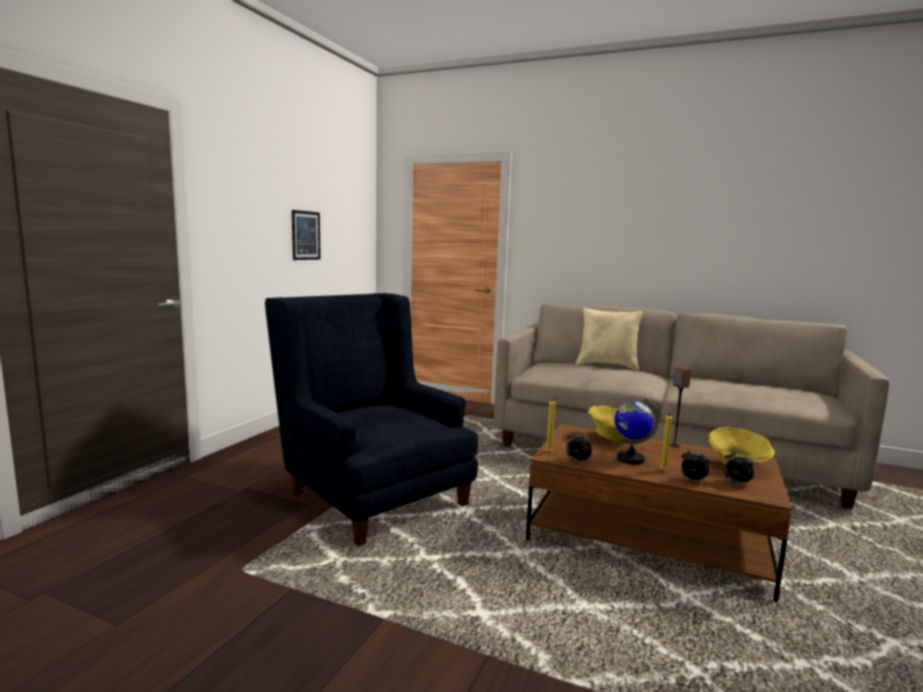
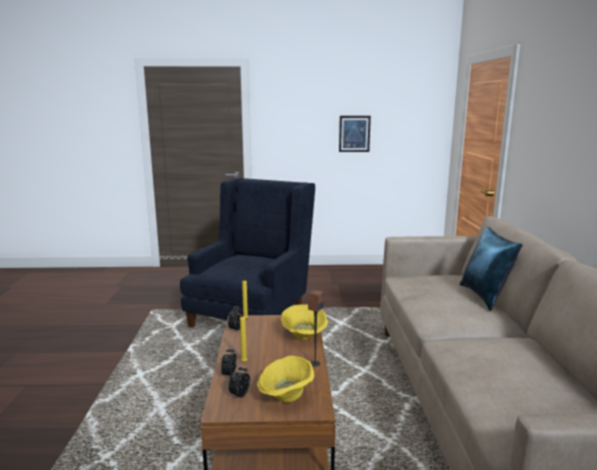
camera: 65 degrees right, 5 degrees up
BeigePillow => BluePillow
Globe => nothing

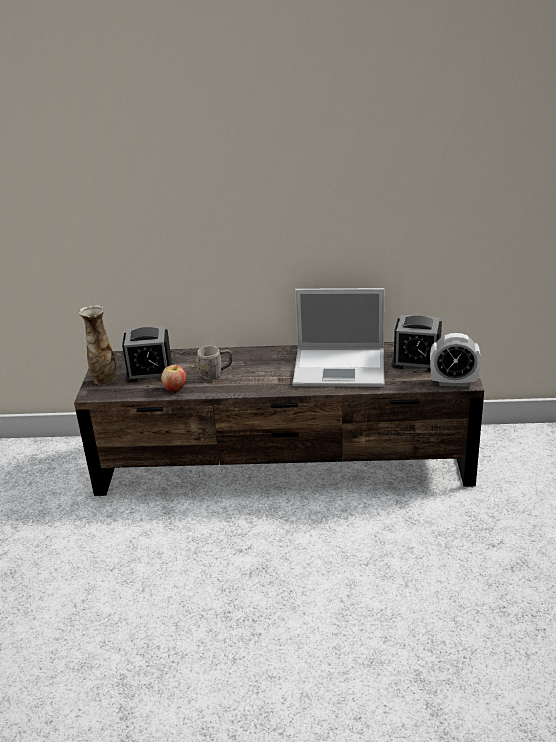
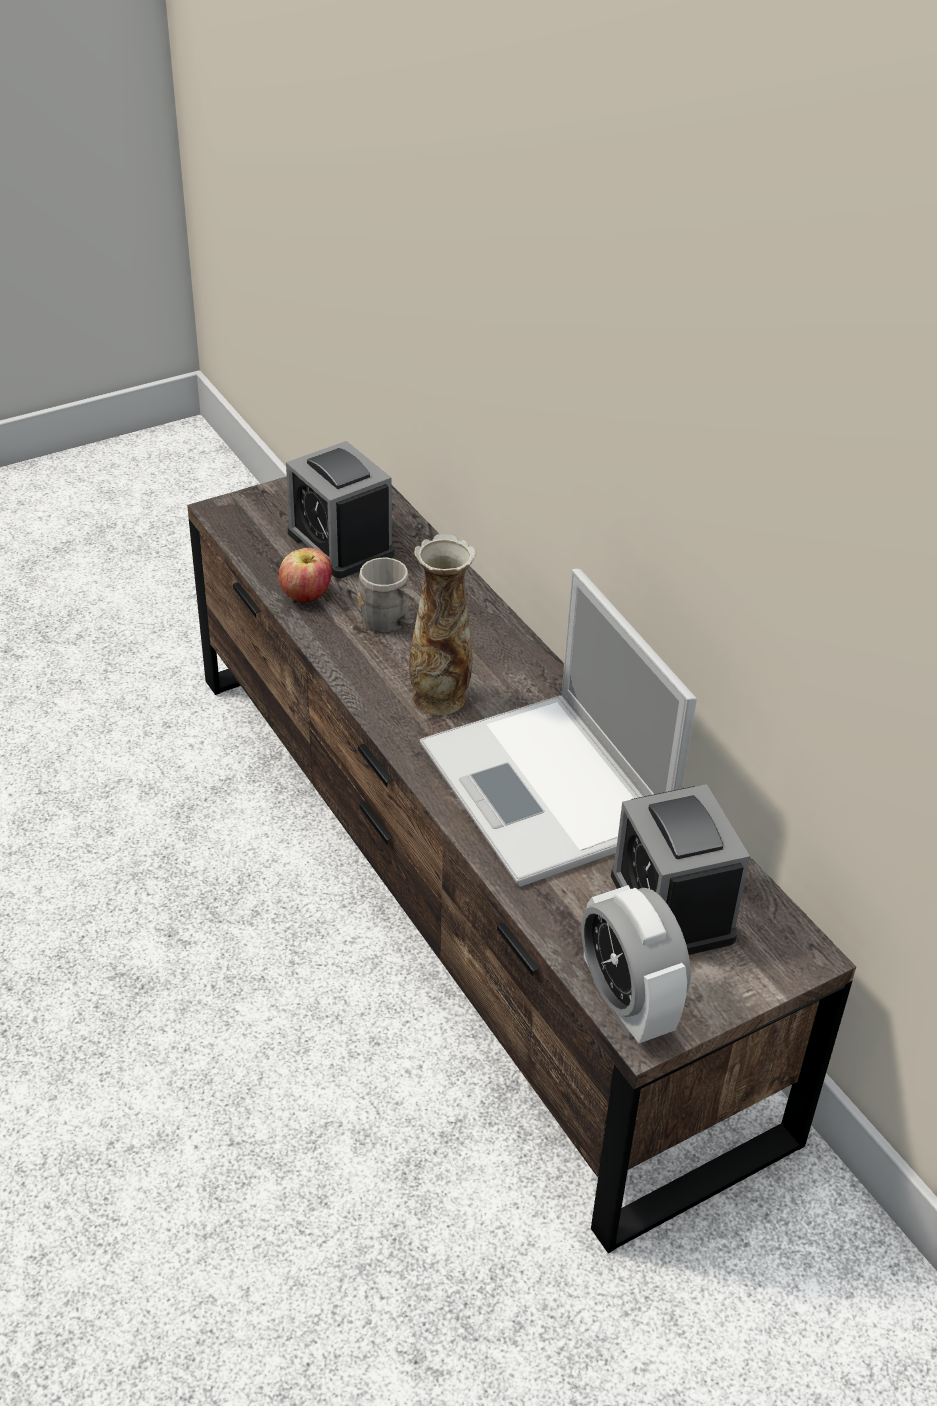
camera: 55 degrees right, 10 degrees up
Vase, moved

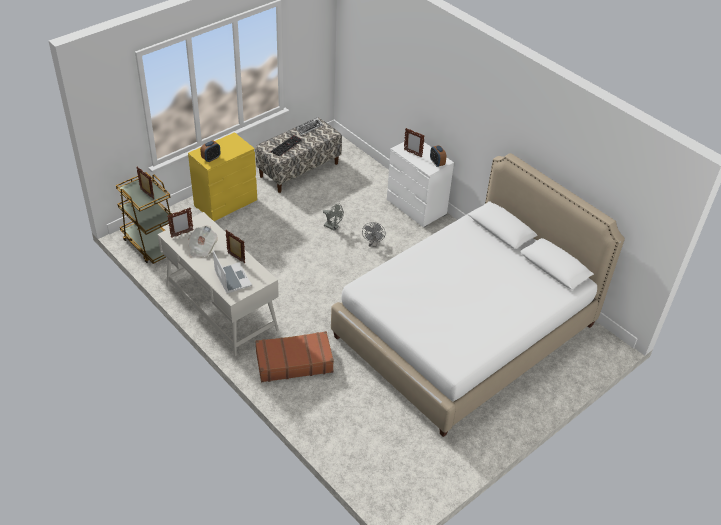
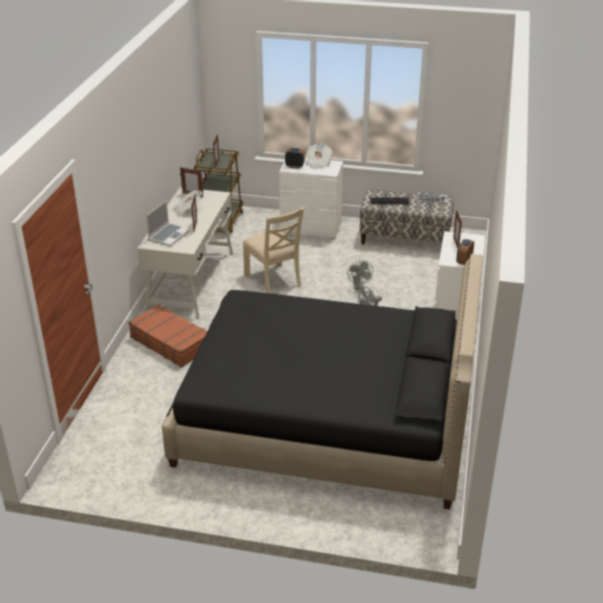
camera: 55 degrees right, 10 degrees down
YellowDresser => WhiteDresser (1st from left)
WhiteBed => BlackBed
nothing => BeigeChair
nothing => Newspaper (2nd from left)

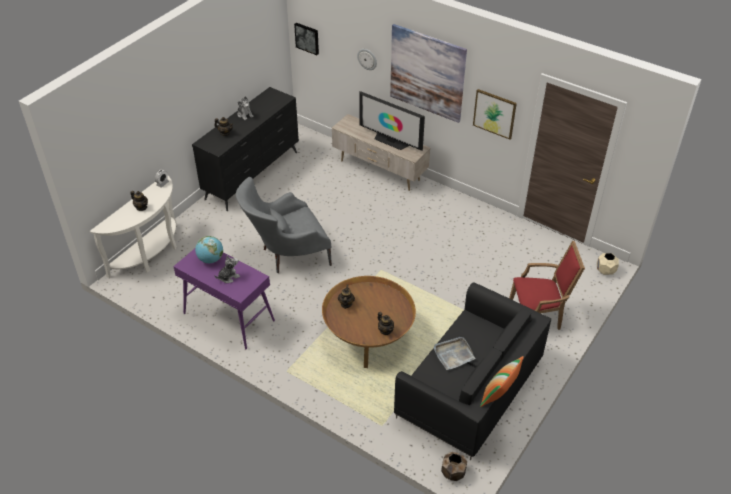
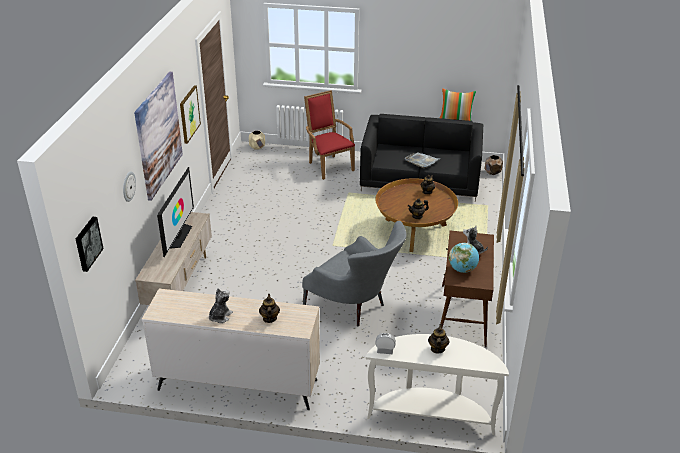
camera: 115 degrees left, 10 degrees down
PurpleConsoleTable => BrownConsoleTable
BlackDresser => BeigeDresser

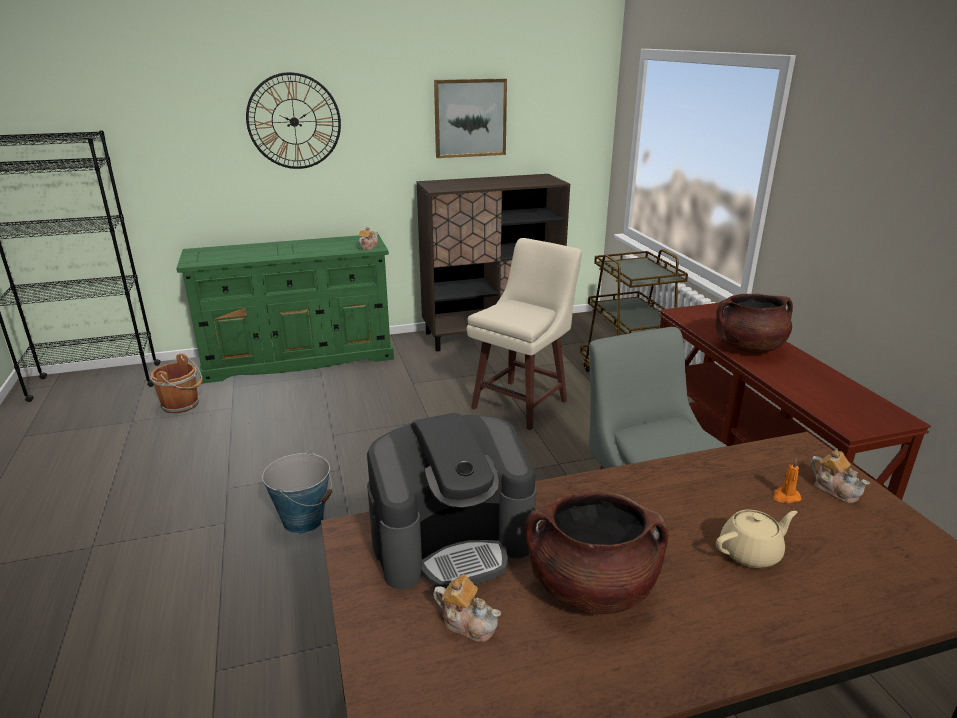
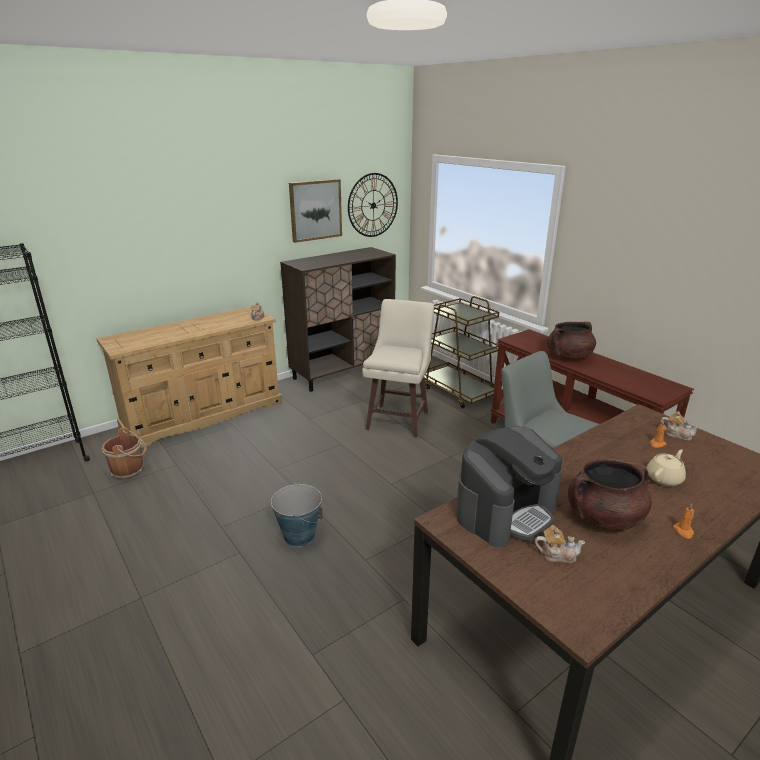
camera: 20 degrees left, 0 degrees up
GreenDresser => BeigeDresser
WallClock, moved
nothing => OrangeCandle (2nd from left)

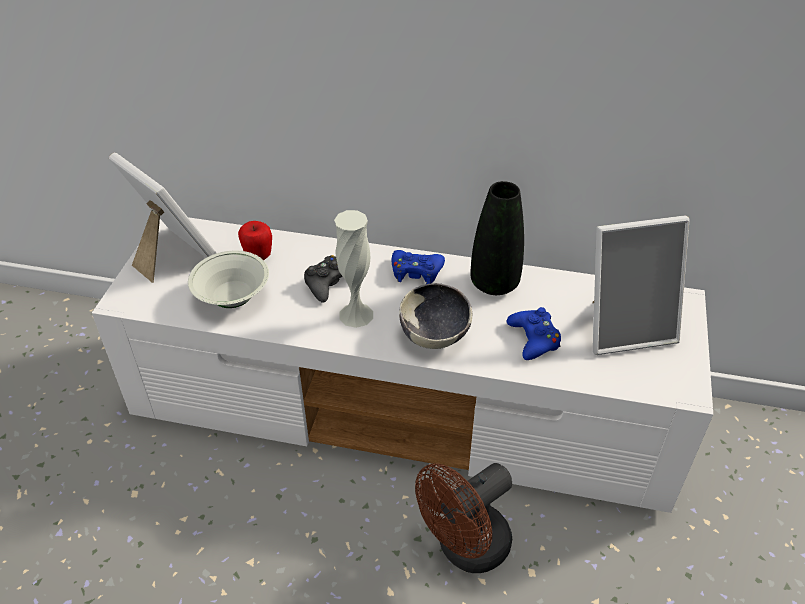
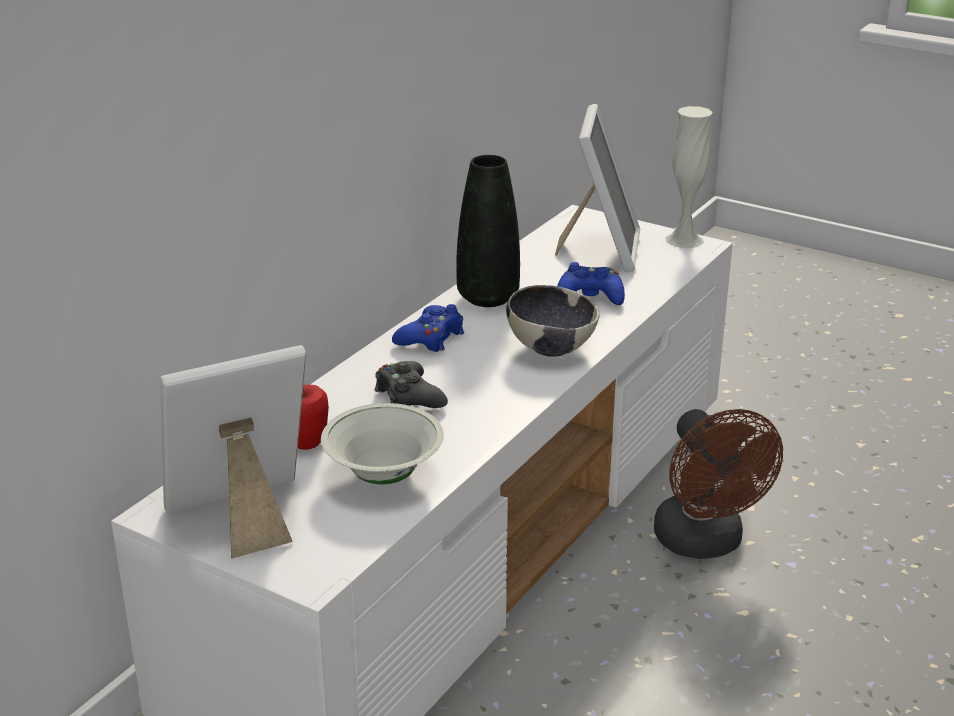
camera: 70 degrees left, 15 degrees down
WhiteVase, moved

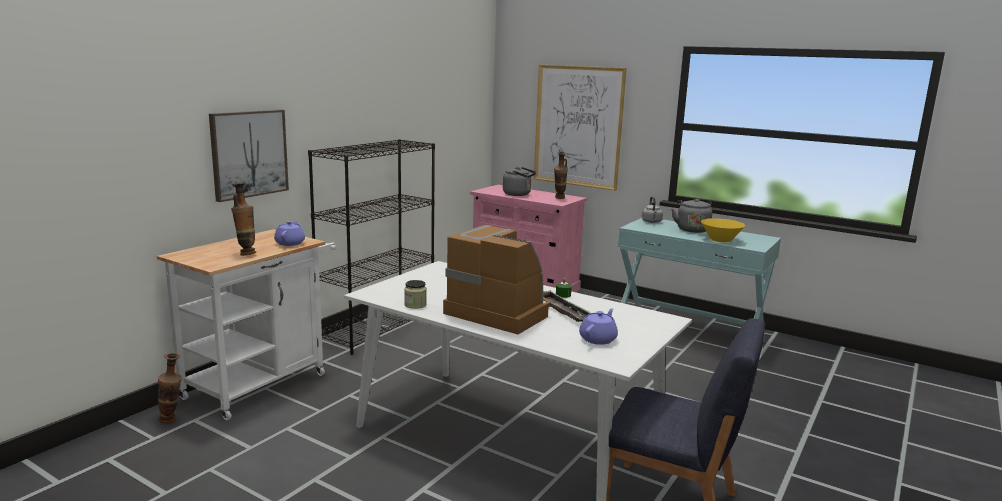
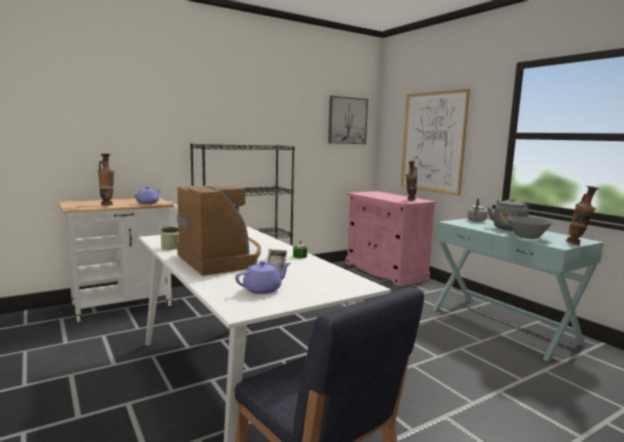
camera: 25 degrees right, 5 degrees down
Vase (1st from left in the first image) => Vase (3rd from left), moved
Picture (1st from left), moved
GreyKettle (1st from left) => nothing
YellowBowl => GreyBowl

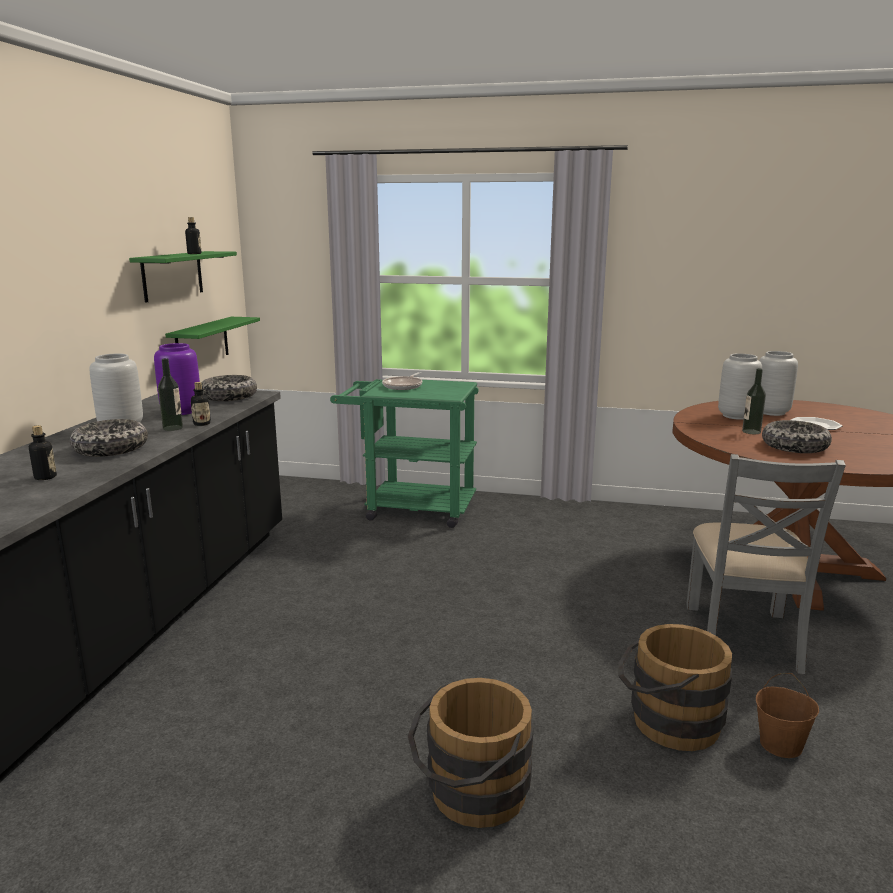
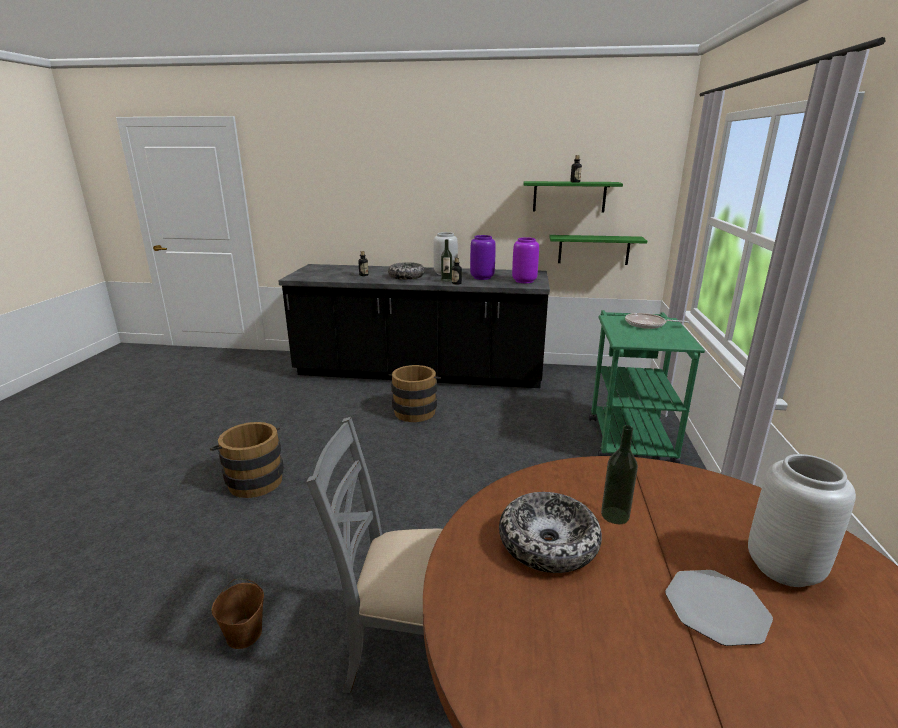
camera: 85 degrees right, 5 degrees up
Bowl (2nd from left) => PurpleVase (2nd from left)
BrownBucket (2nd from left in the first image) => BrownBucket (3rd from left), moved
GreyVase (2nd from left) => nothing

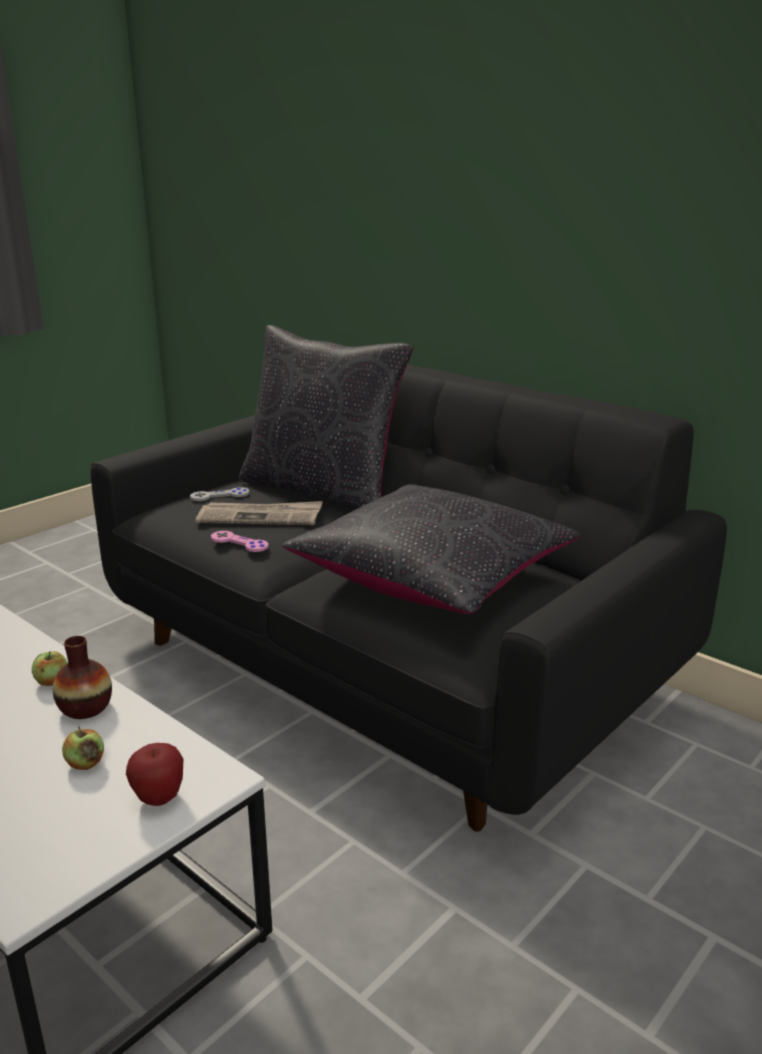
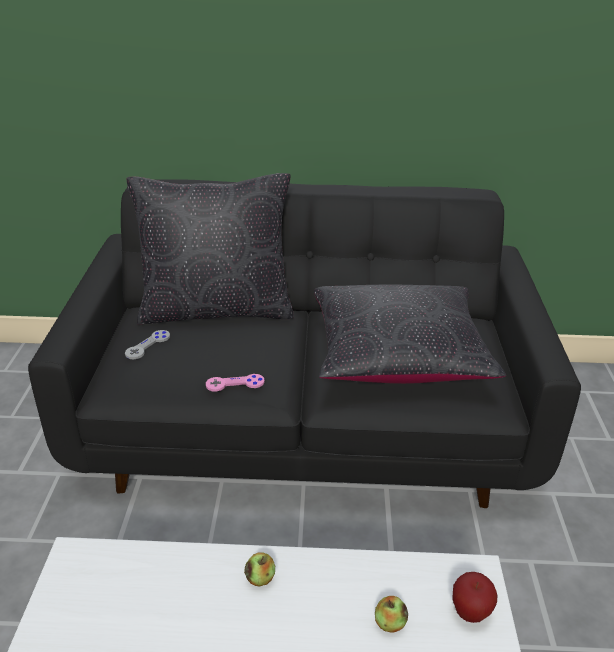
camera: 40 degrees left, 10 degrees up
Vase => nothing
Newspaper => nothing

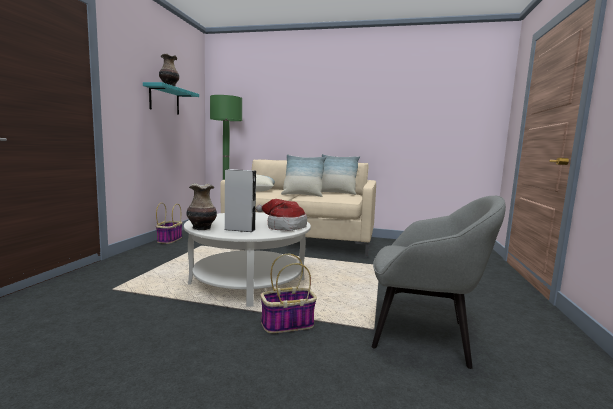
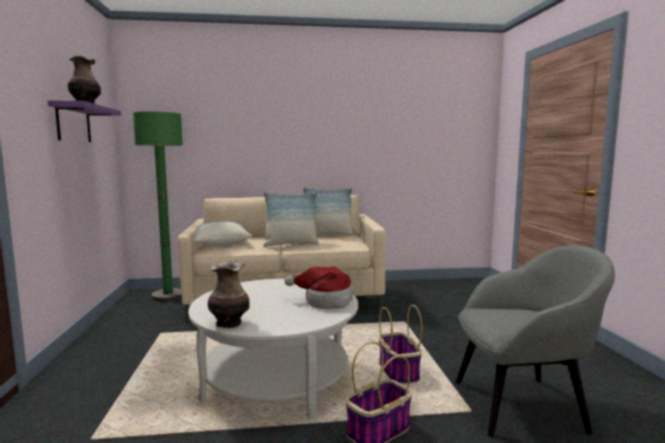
camera: 20 degrees left, 0 degrees up
TurquoiseShelf => PurpleShelf
Basket (1st from left in the first image) => Basket (2nd from left), moved
GreySpeaker => nothing

